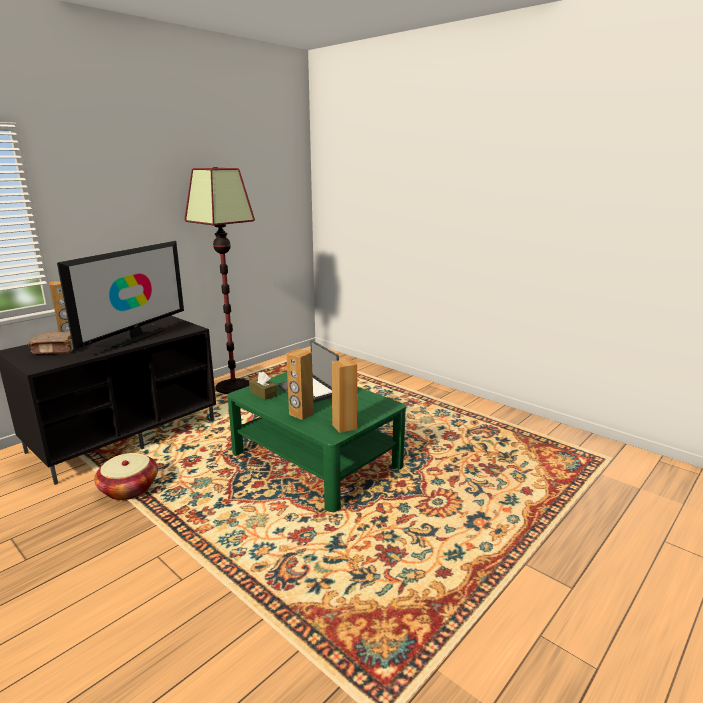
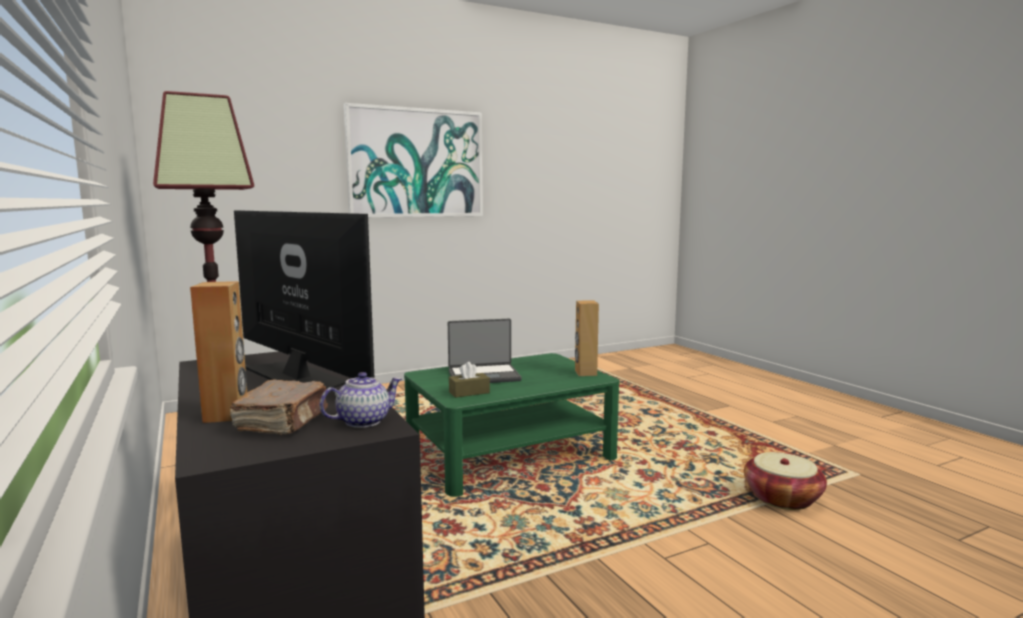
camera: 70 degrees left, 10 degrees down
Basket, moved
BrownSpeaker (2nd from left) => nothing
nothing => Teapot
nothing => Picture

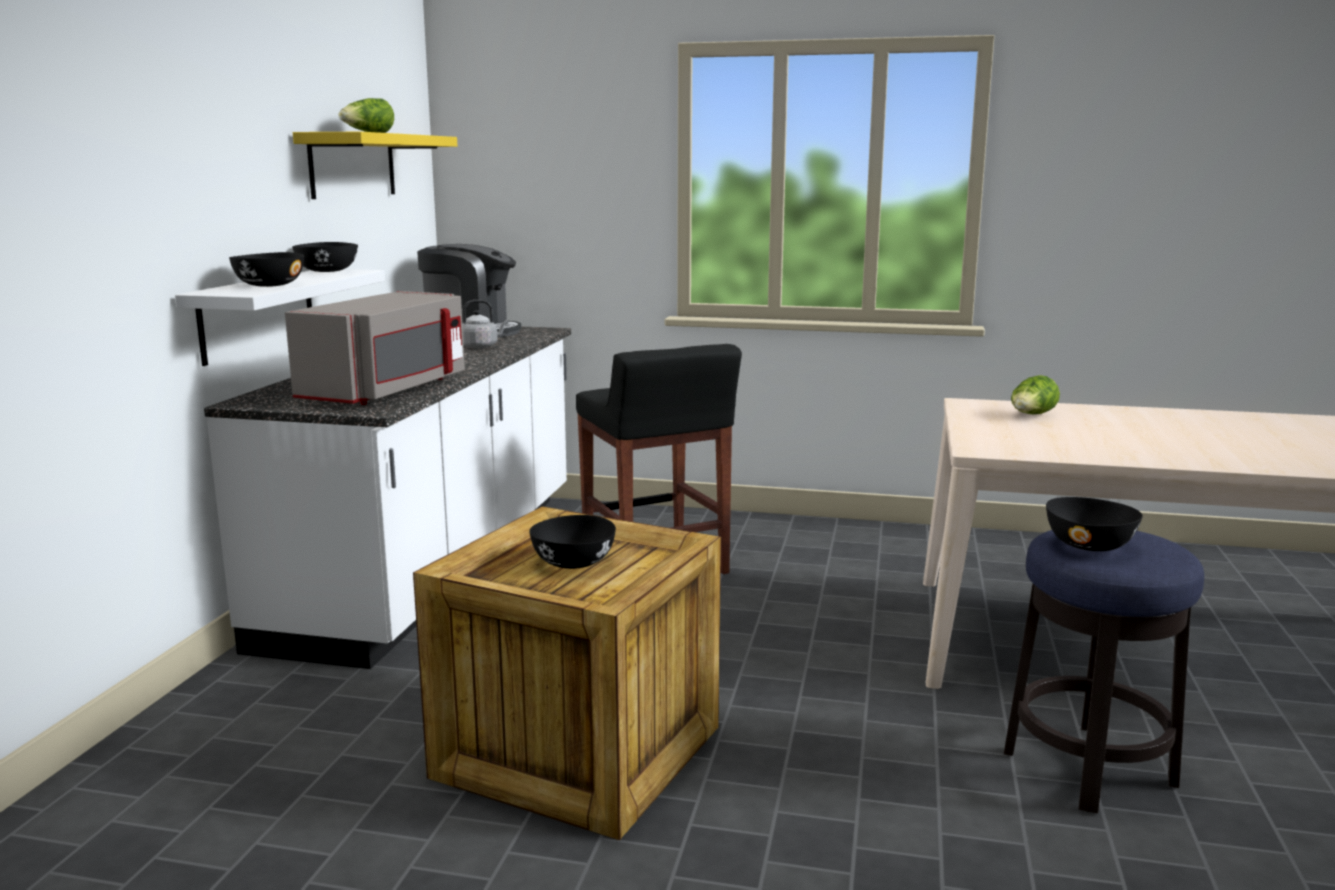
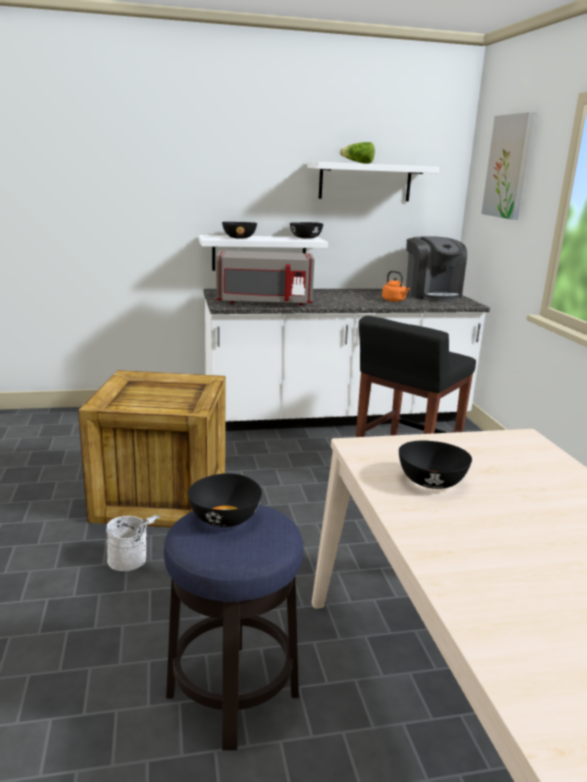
camera: 65 degrees right, 5 degrees up
YellowShelf => WhiteShelf (2nd from left)
GreyKettle => OrangeKettle
BlackBowl (3rd from left in the first image) => BlackBowl (4th from left), moved
Lettuce (2nd from left) => nothing
nothing => WhiteBucket
nothing => Picture

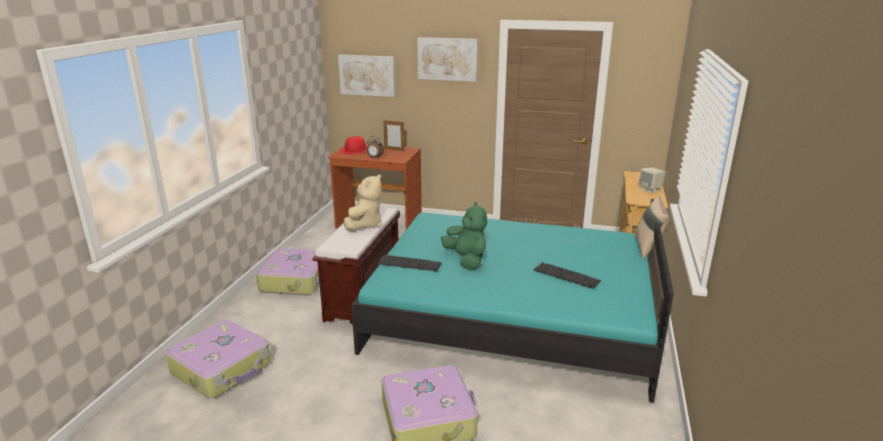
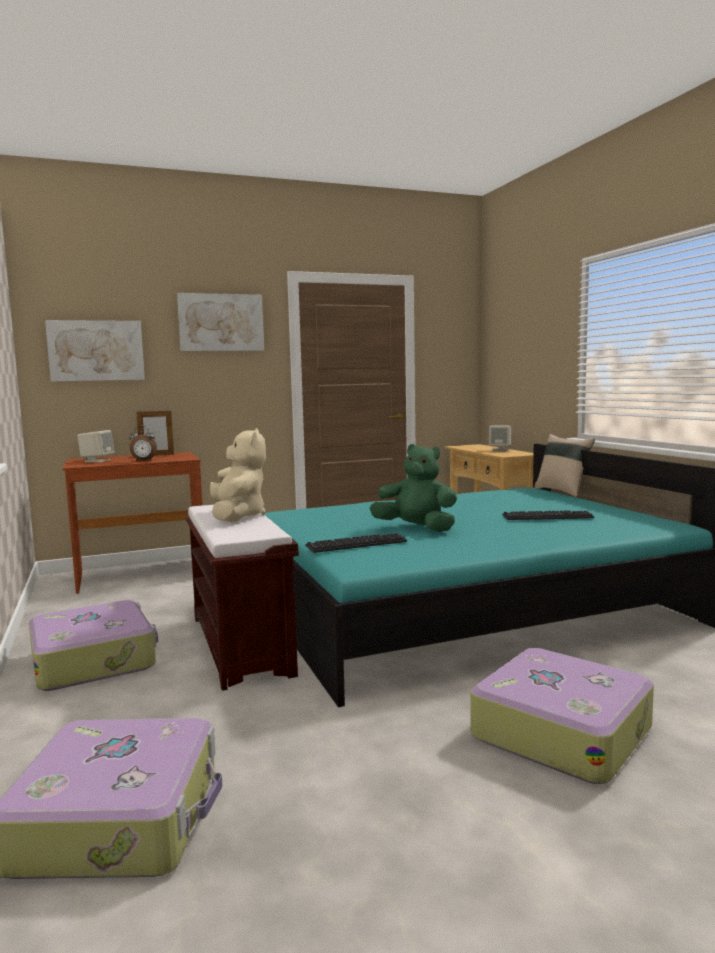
camera: 35 degrees left, 15 degrees down
RedHat => BeigeSpeaker (1st from left)

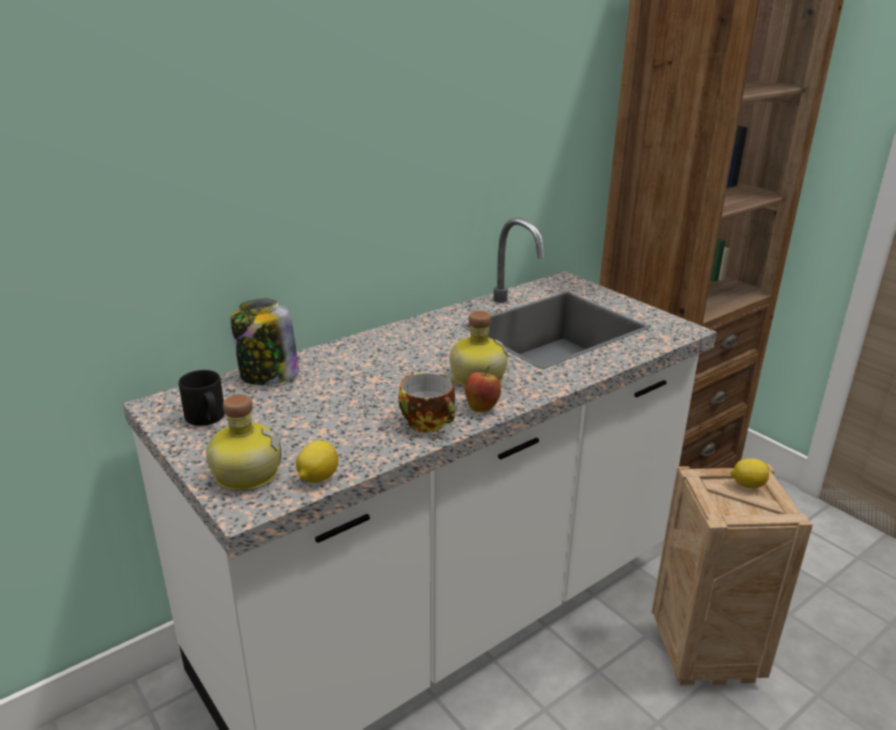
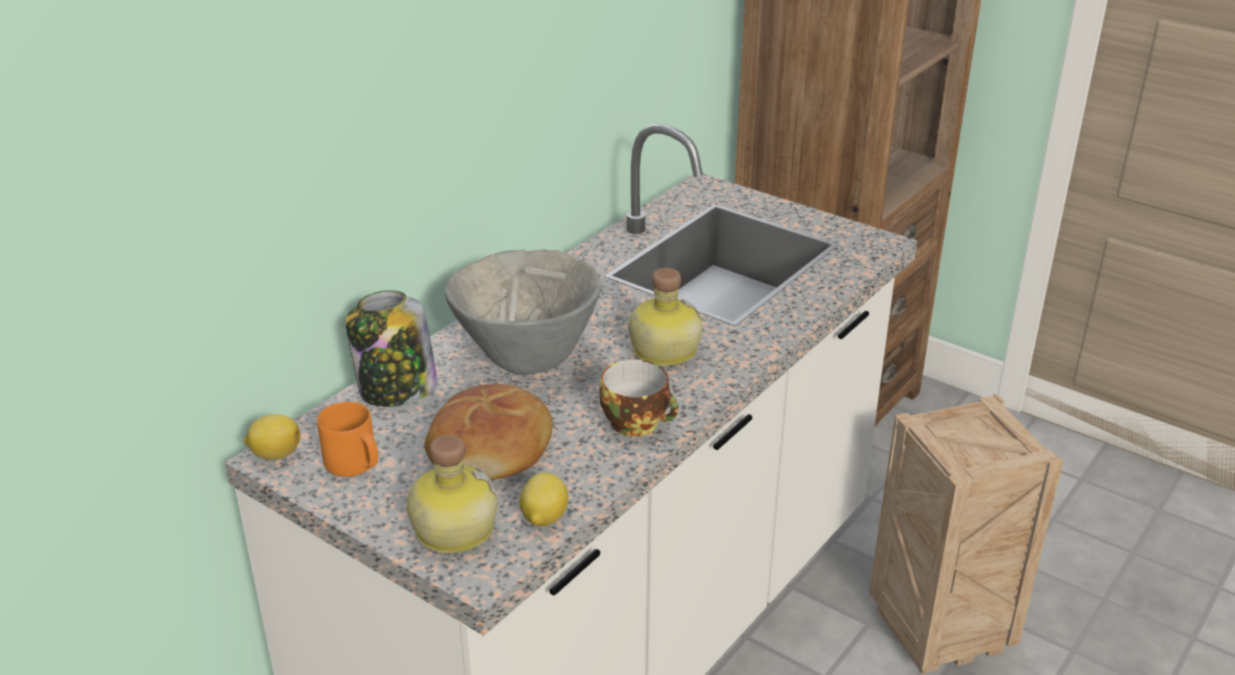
camera: 15 degrees left, 5 degrees up
BlackMug => OrangeMug
Apple => nothing
Lemon (2nd from left in the first image) => Lemon (1st from left), moved
nothing => Bread
nothing => GreyBowl

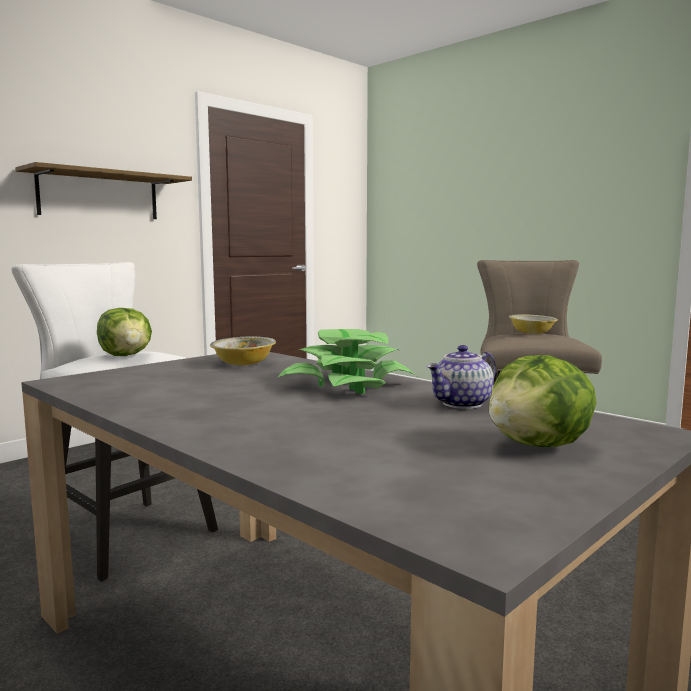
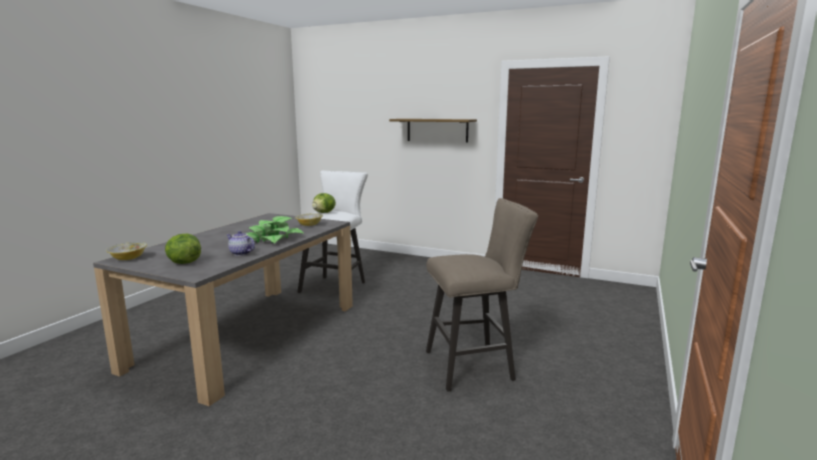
camera: 70 degrees right, 5 degrees up
Bowl (2nd from left in the first image) => Bowl (1st from left), moved

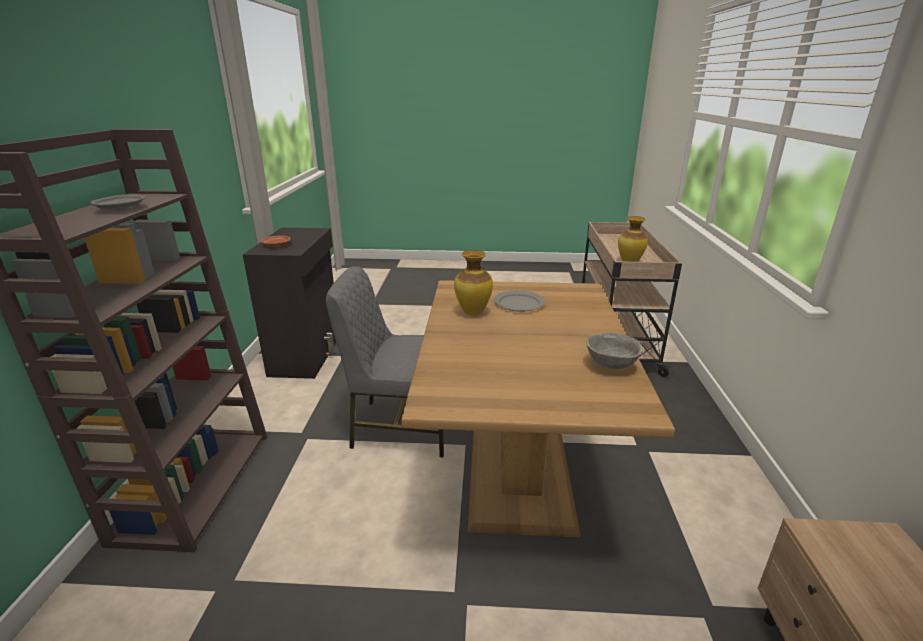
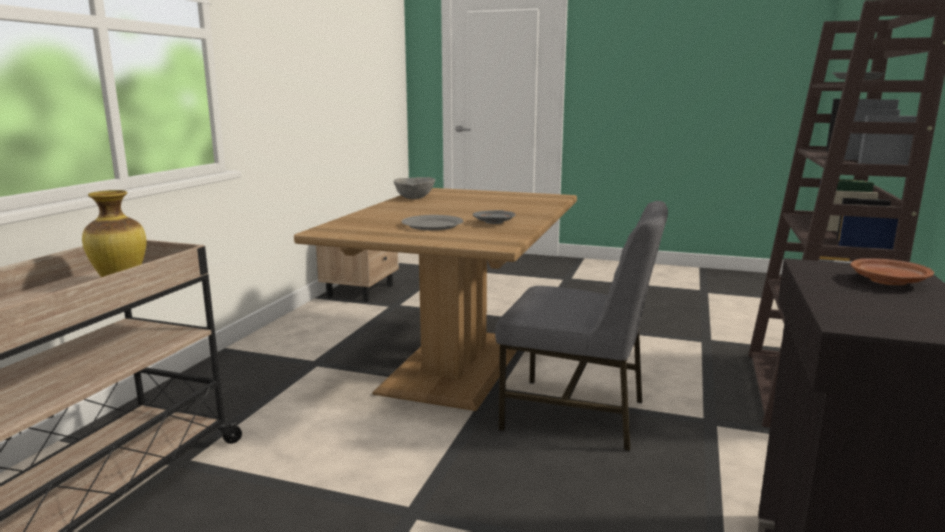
camera: 165 degrees left, 10 degrees down
Vase (1st from left) => GreyPlate (2nd from left)

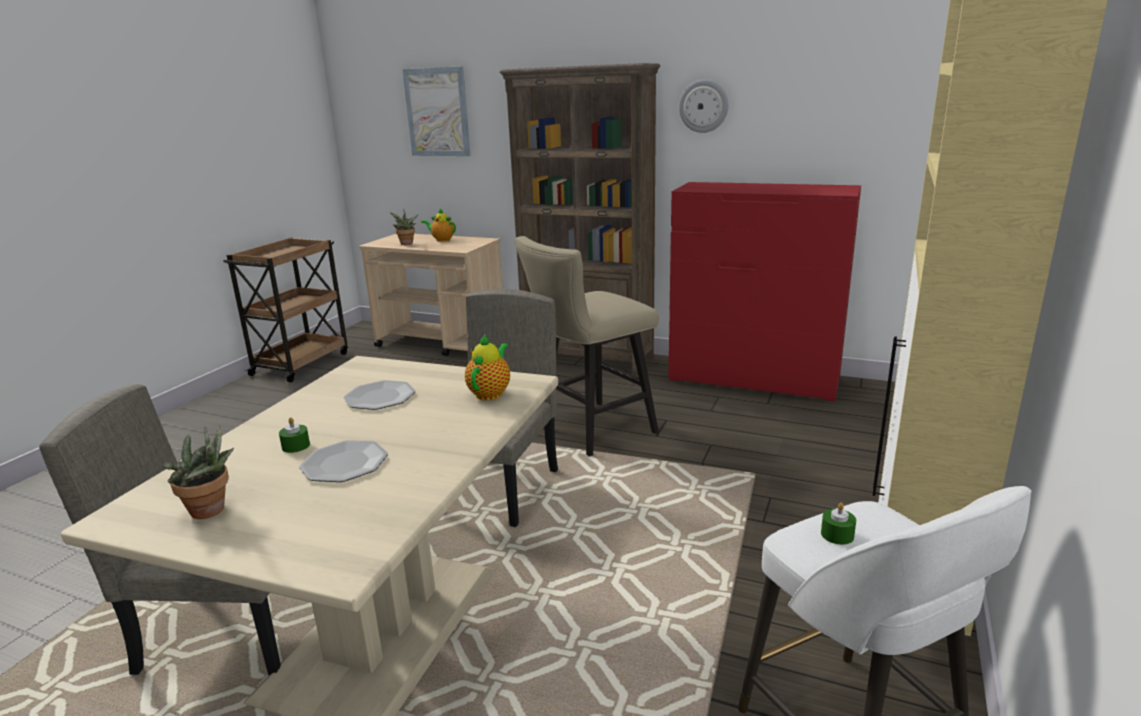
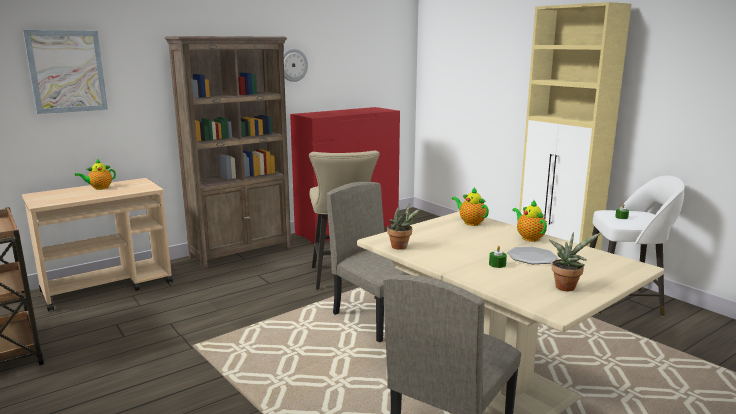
camera: 60 degrees left, 5 degrees down
Plate (2nd from left) => nothing
PottedPlant (2nd from left in the first image) => PottedPlant (1st from left), moved
nothing => Teapot (3rd from left)

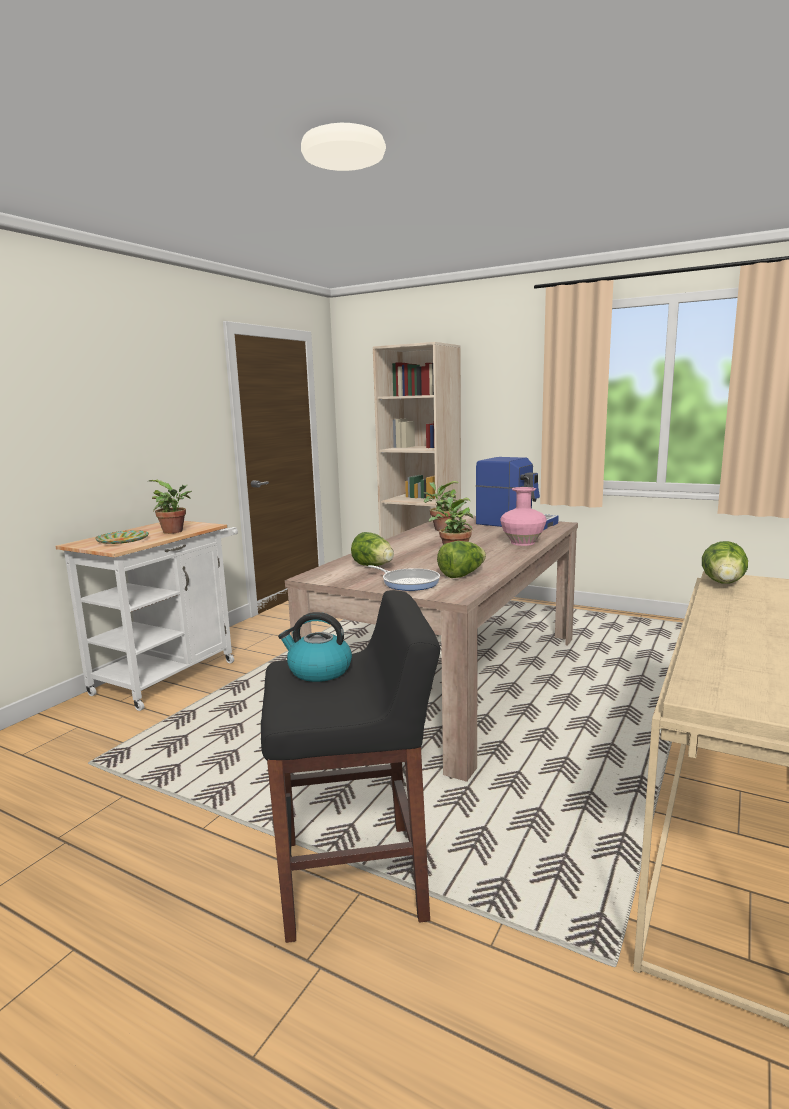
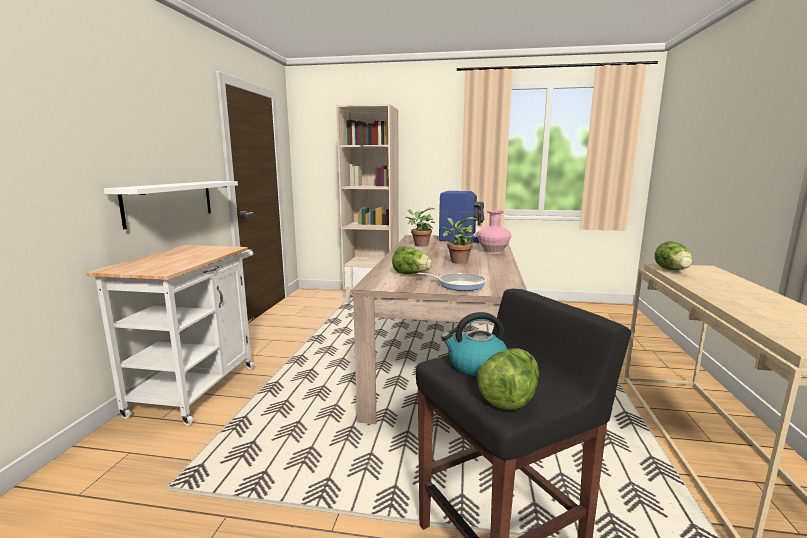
camera: 20 degrees left, 0 degrees up
Plate => nothing
PottedPlant (1st from left) => nothing
Lettuce (2nd from left), moved
nothing => WhiteShelf

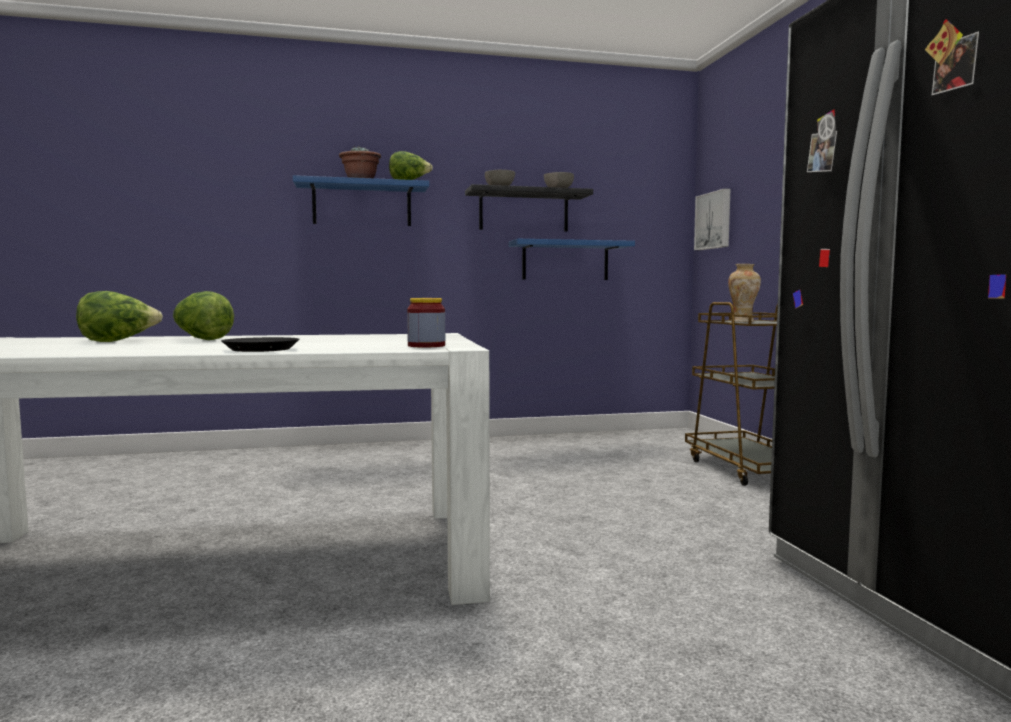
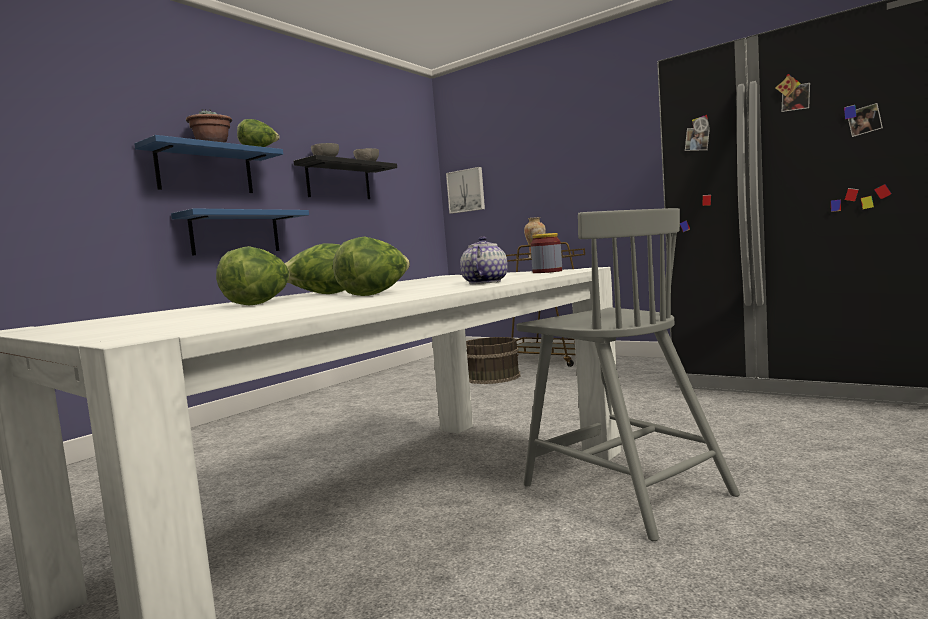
camera: 40 degrees left, 0 degrees up
BlackPlate => Teapot
BlueShelf (2nd from left), moved
nothing => Lettuce (4th from left)
nothing => BrownBucket
nothing => GreyChair

